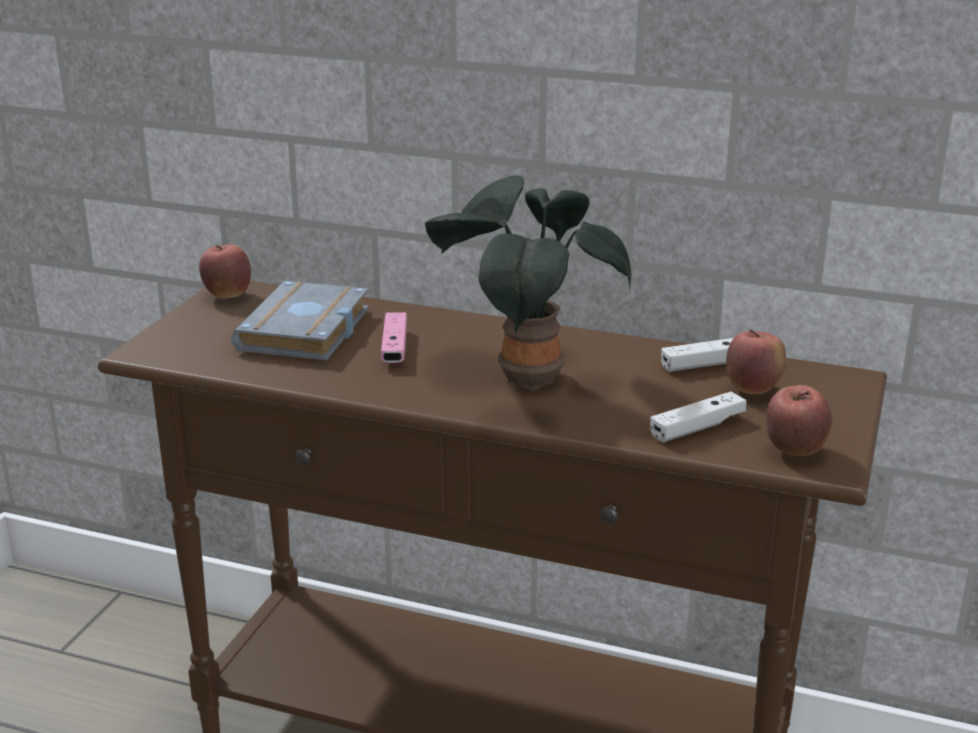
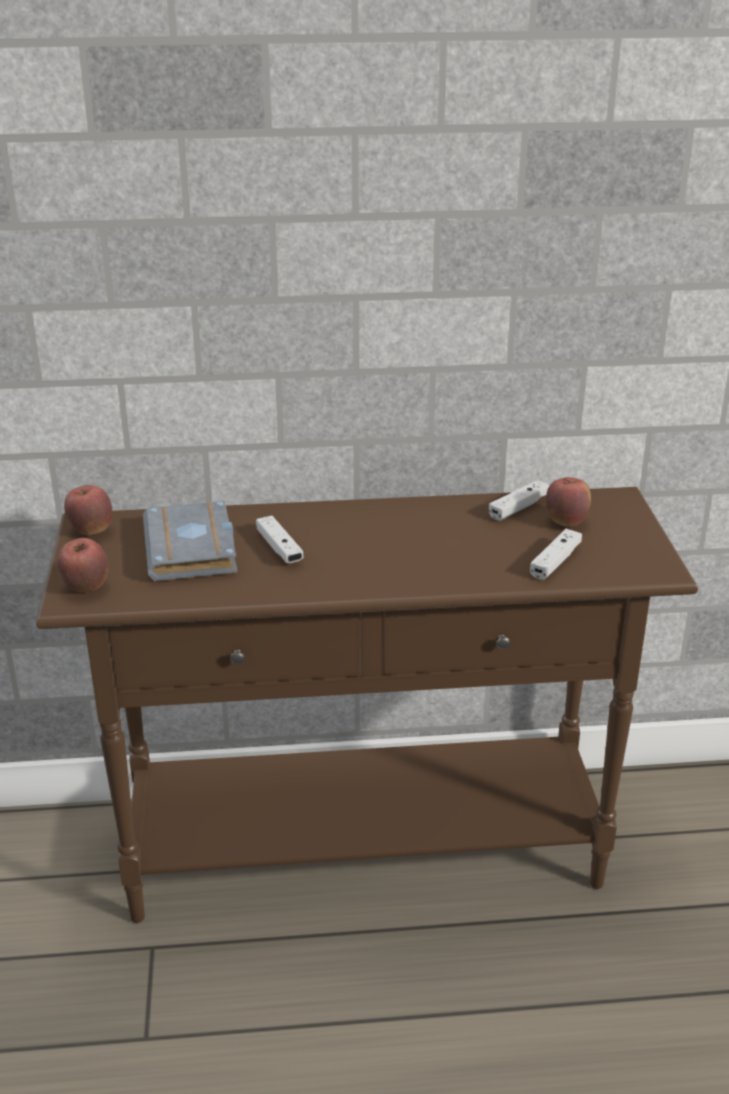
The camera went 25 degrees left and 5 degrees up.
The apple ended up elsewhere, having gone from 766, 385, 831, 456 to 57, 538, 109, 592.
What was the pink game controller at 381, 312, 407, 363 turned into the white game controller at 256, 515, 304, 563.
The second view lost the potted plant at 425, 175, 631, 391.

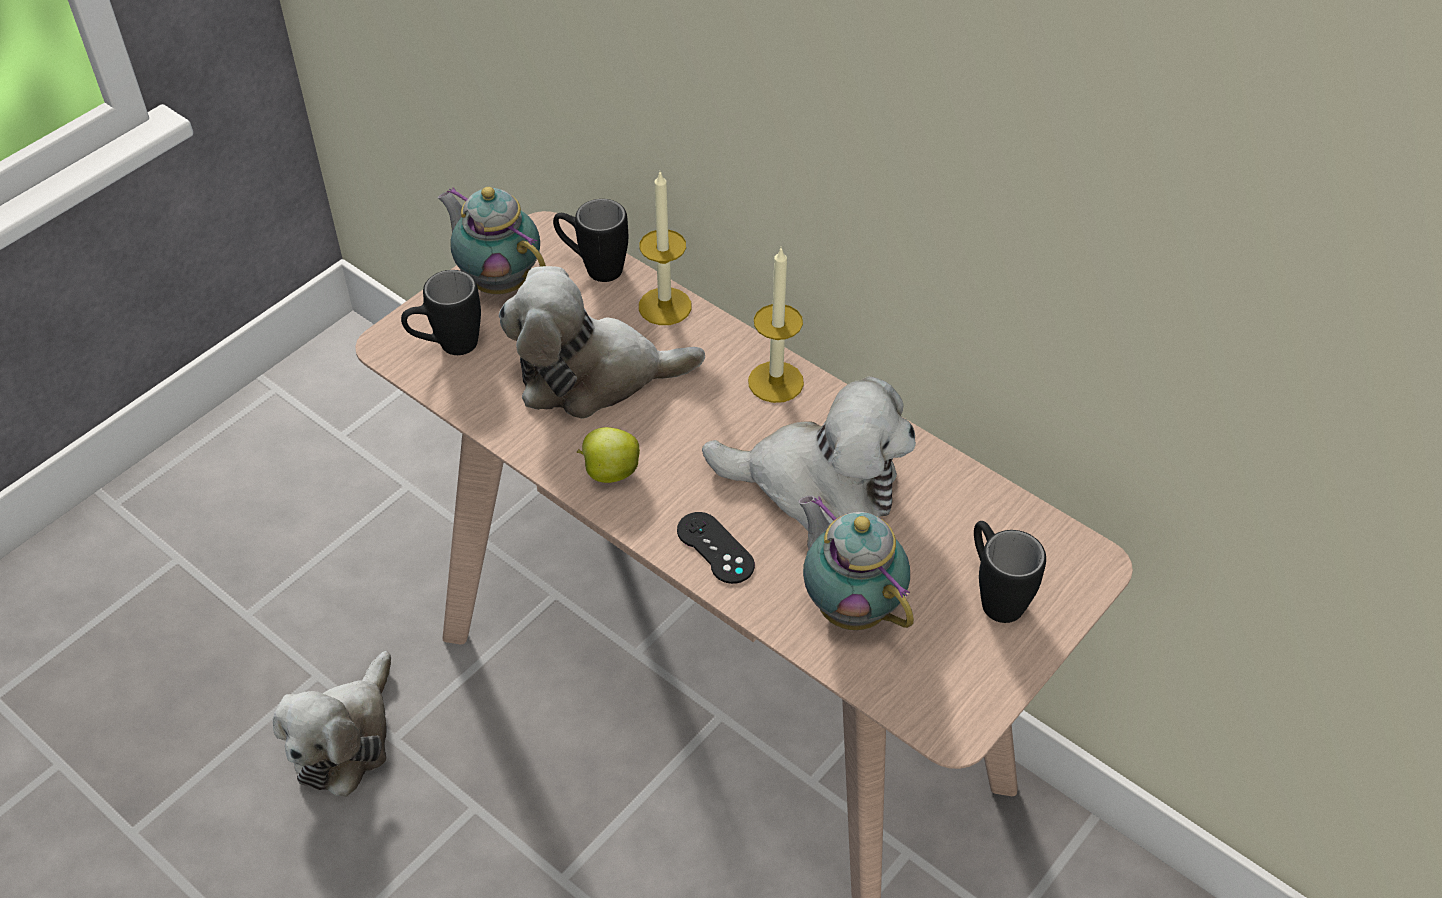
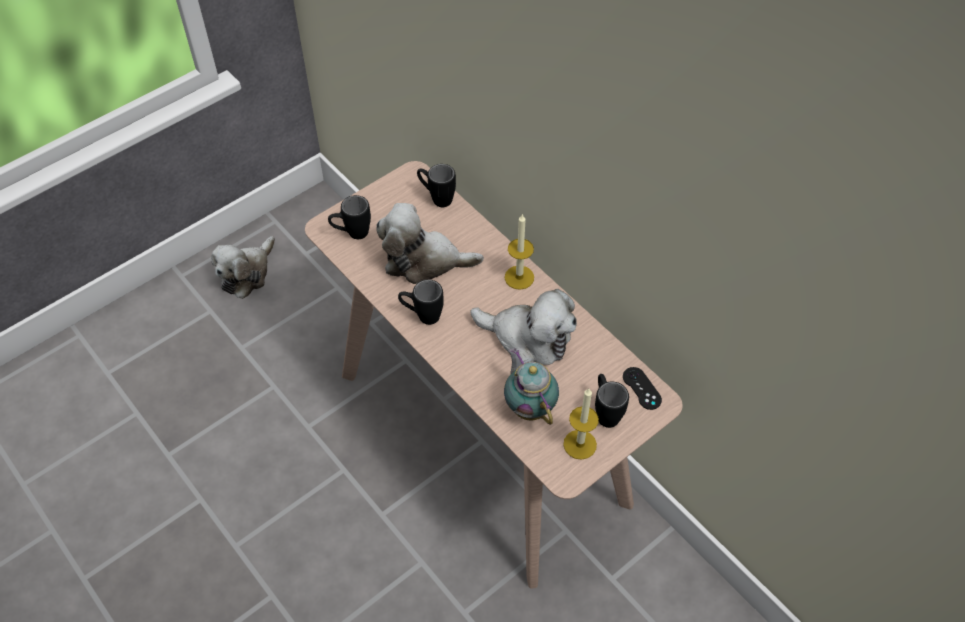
The camera went 10 degrees right and 5 degrees up.
The plush toy ended up elsewhere, having gone from 273, 651, 391, 797 to 211, 236, 275, 299.
Where the apple stood at 577, 427, 640, 483, the black mug came to stand at 398, 280, 444, 325.
The candle ended up elsewhere, having gone from 639, 172, 691, 325 to 563, 388, 599, 460.
The black game controller ended up elsewhere, having gone from 677, 512, 755, 584 to 623, 367, 662, 410.
The second view lost the teapot at 437, 187, 546, 294.

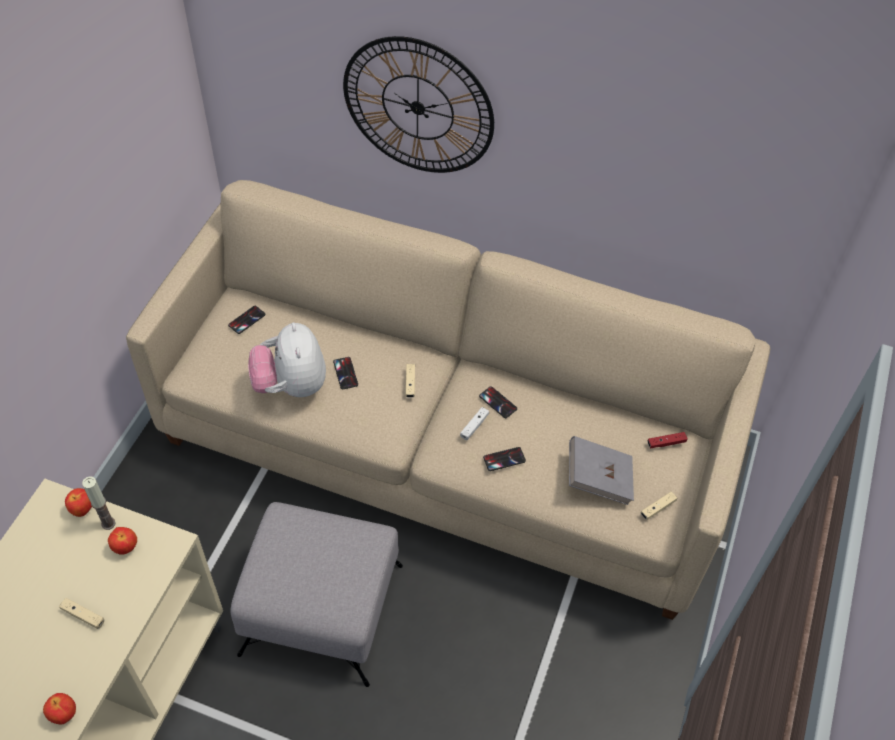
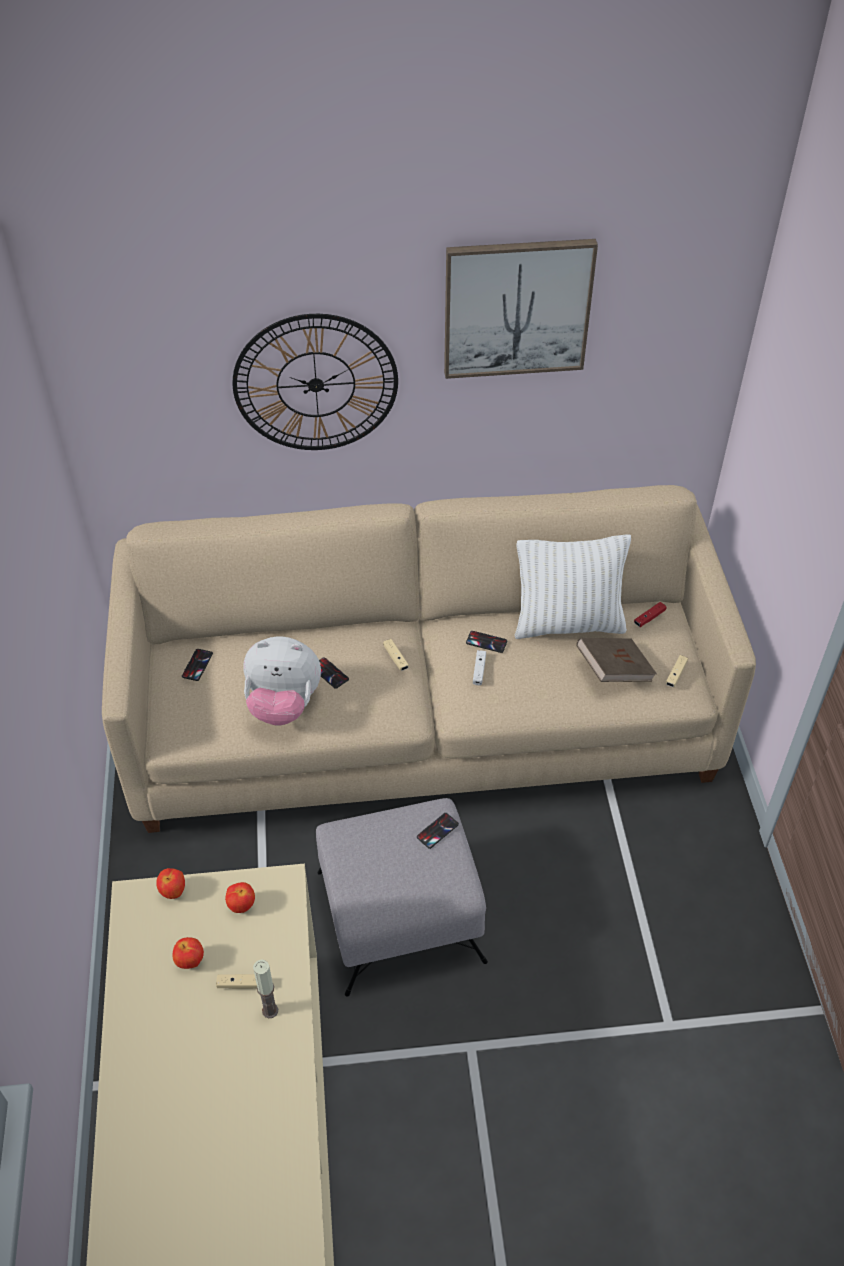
The camera went 25 degrees left and 5 degrees down.
The apple ended up elsewhere, having gone from 43, 693, 76, 724 to 173, 937, 204, 969.
The plush toy at 248, 322, 326, 397 ended up facing another way, 45 degrees counterclockwise from before.
The candle ended up elsewhere, having gone from 82, 476, 116, 530 to 253, 960, 278, 1018.
The phone ended up elsewhere, having gone from 483, 447, 526, 471 to 417, 813, 459, 849.
The second view gained the picture at 444, 239, 598, 379.
The second view gained the white pillow at 515, 534, 631, 639.
What was the grey book at 569, 436, 634, 505 turned into the brown book at 576, 638, 657, 682.

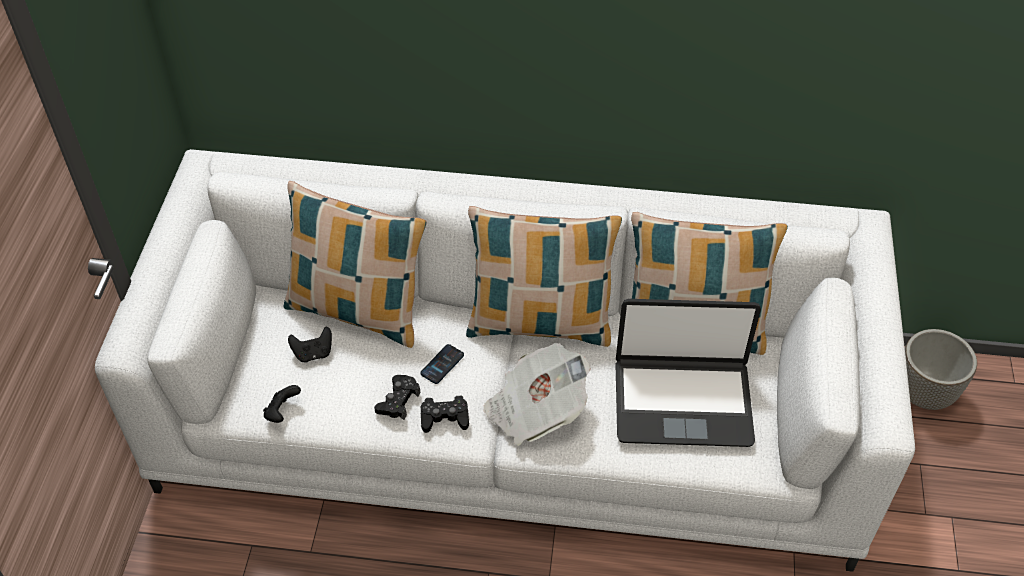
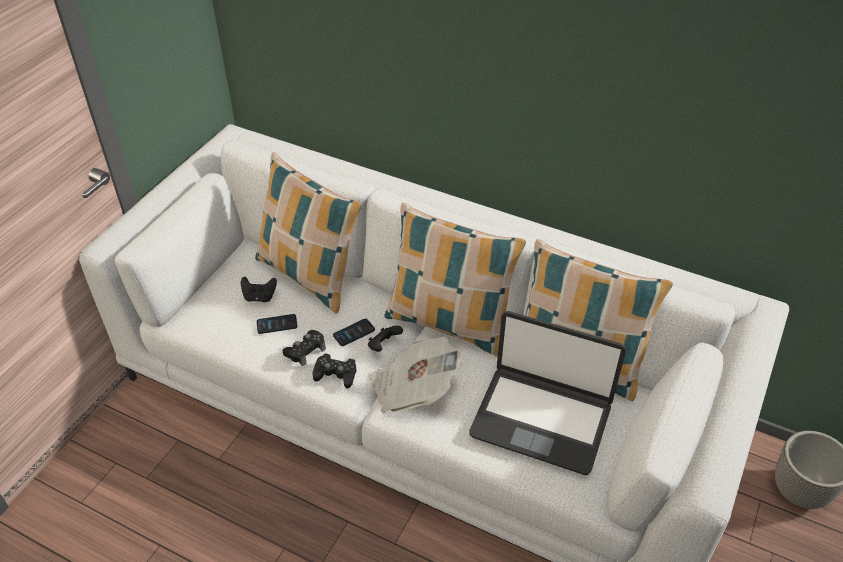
The camera went 20 degrees right and 5 degrees down.
The second view gained the phone at 257, 314, 298, 334.
The black game controller ended up elsewhere, having gone from 263, 385, 301, 423 to 368, 326, 403, 352.

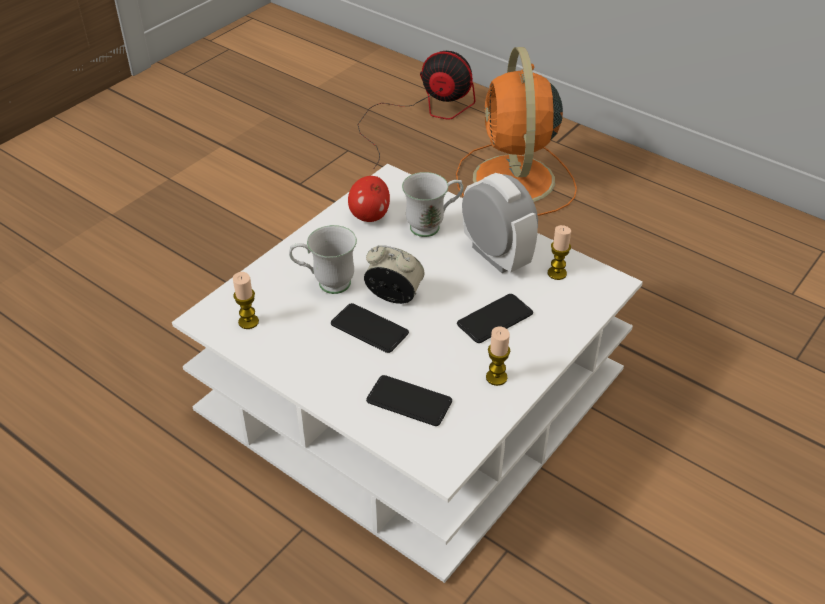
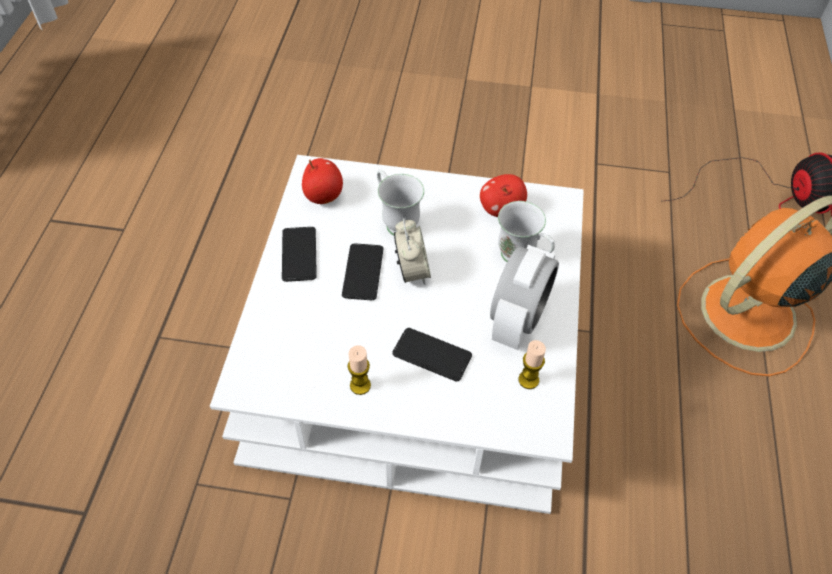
The camera went 60 degrees right and 10 degrees up.
The phone ended up elsewhere, having gone from 366, 375, 452, 426 to 282, 227, 317, 282.
Where the candle stood at 233, 272, 259, 329, the apple came to stand at 302, 158, 343, 204.

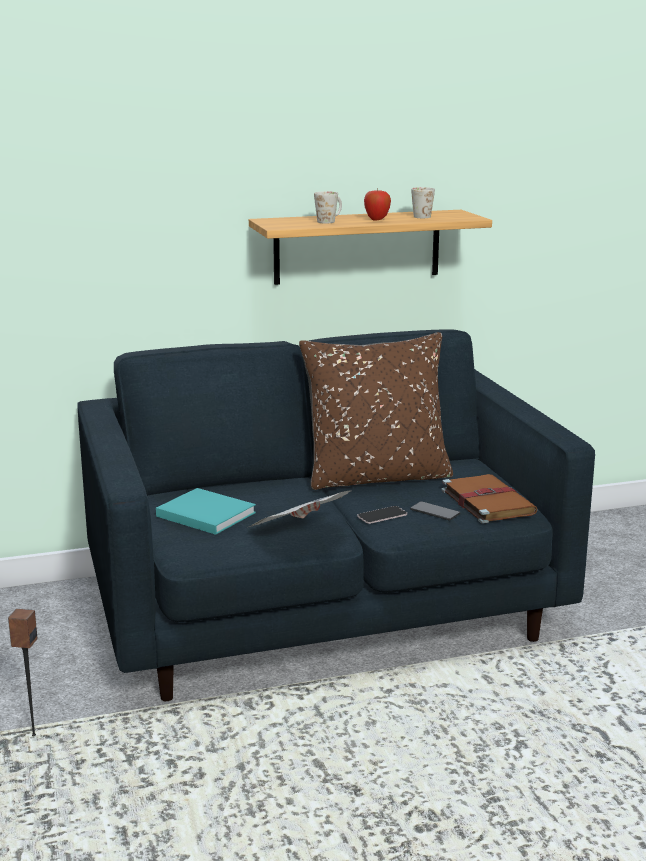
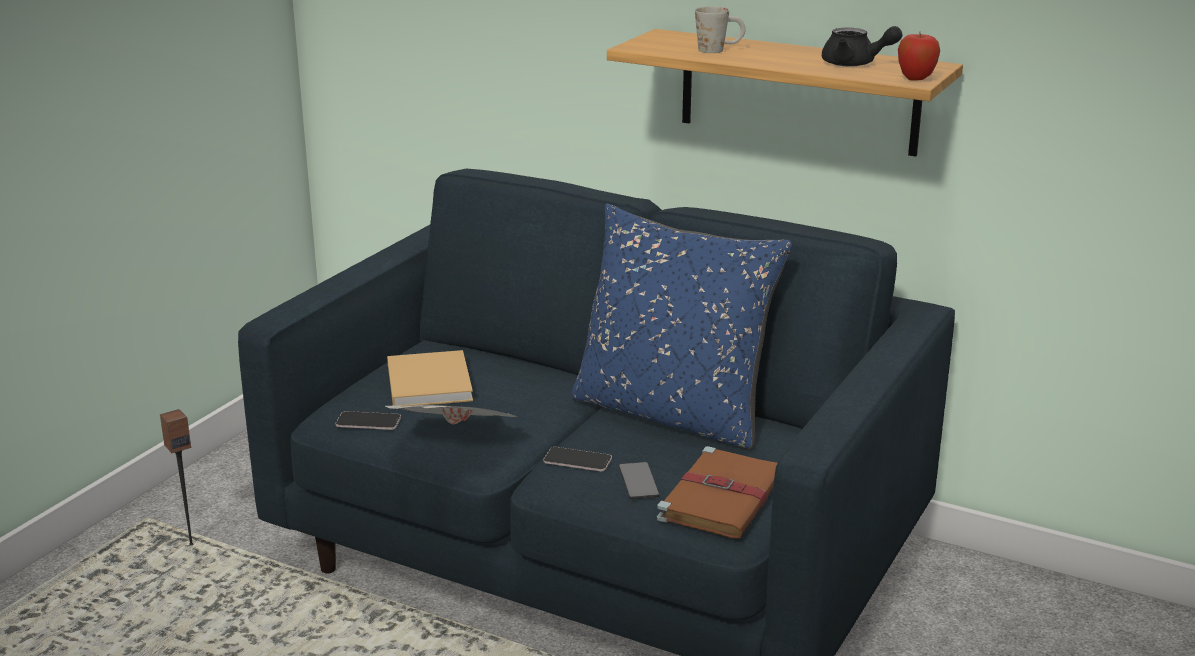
The camera went 45 degrees right and 5 degrees up.
The second view gained the phone at 335, 411, 401, 430.
What was the turquoise book at 156, 488, 256, 535 turned into the beige book at 387, 350, 473, 406.
What was the brown pillow at 299, 332, 453, 490 turned into the blue pillow at 571, 203, 792, 450.
Where the white mug stood at 411, 187, 435, 218, the black teapot came to stand at 822, 26, 902, 67.
The apple ended up elsewhere, having gone from 364, 188, 391, 221 to 898, 32, 940, 81.

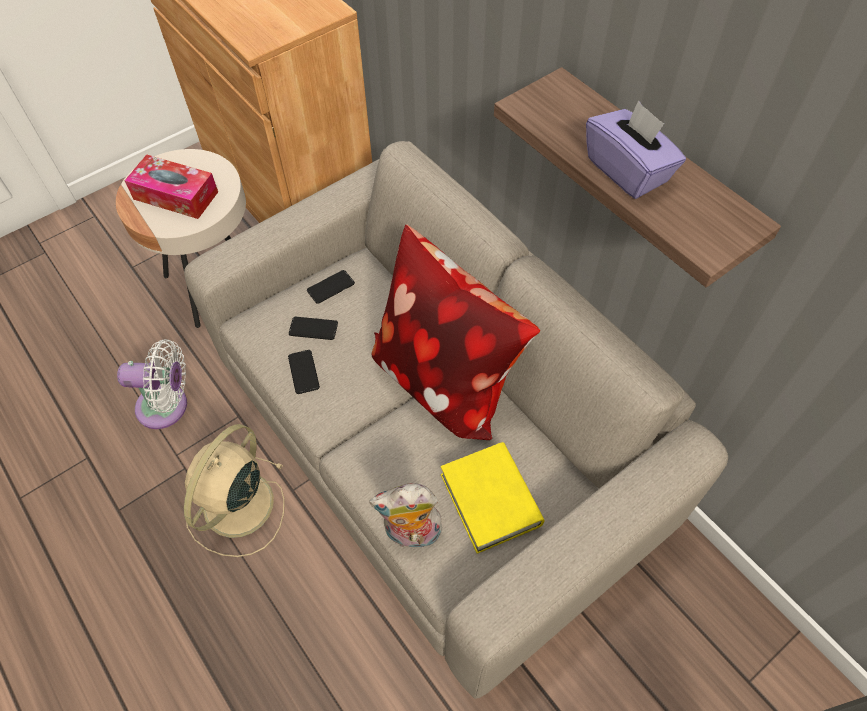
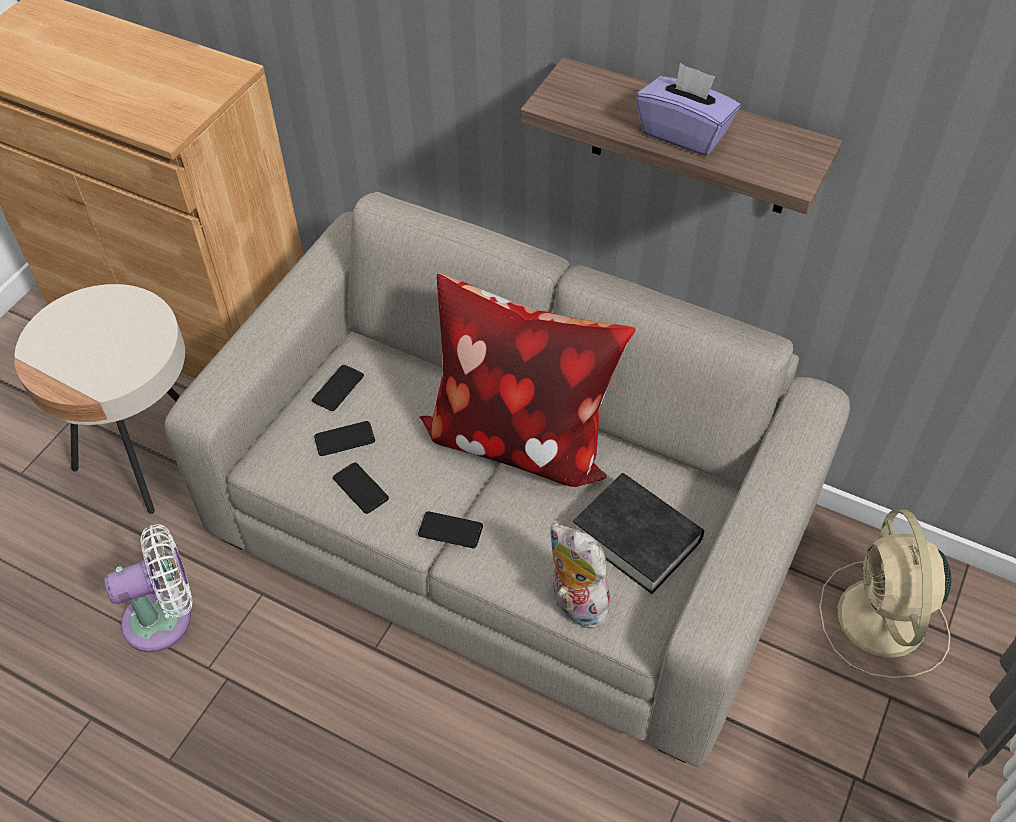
The camera went 25 degrees left and 5 degrees down.
The second view gained the phone at 418, 511, 483, 548.
The plush toy at 369, 483, 442, 548 ended up facing another way, 75 degrees clockwise from before.
What was the yellow book at 441, 442, 545, 554 turned into the black book at 573, 473, 704, 594.
The beige fan ended up elsewhere, having gone from 184, 424, 285, 557 to 819, 510, 951, 679.
The second view lost the tissue box at 125, 154, 218, 219.

